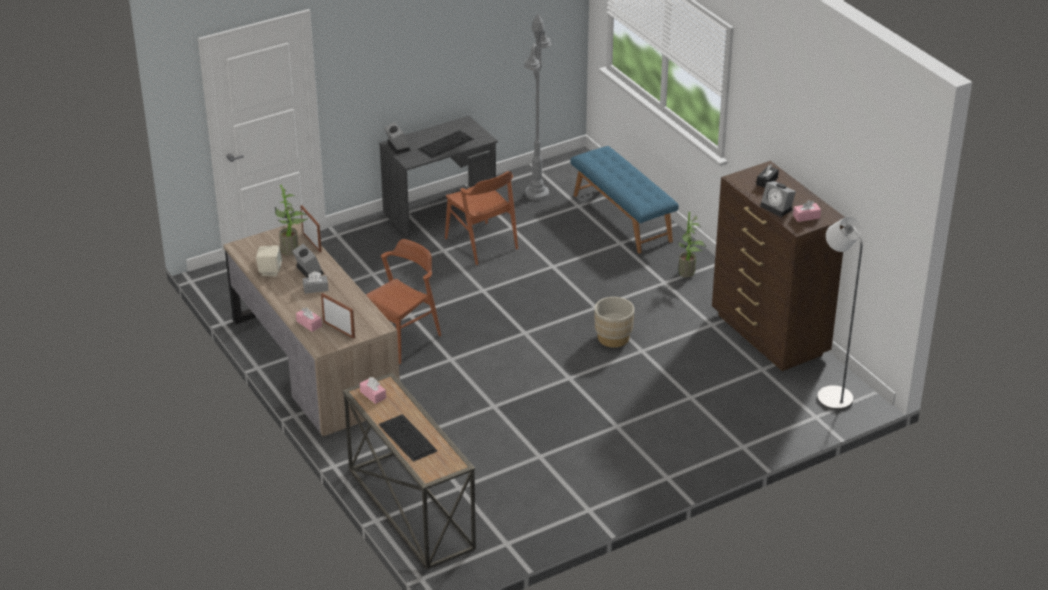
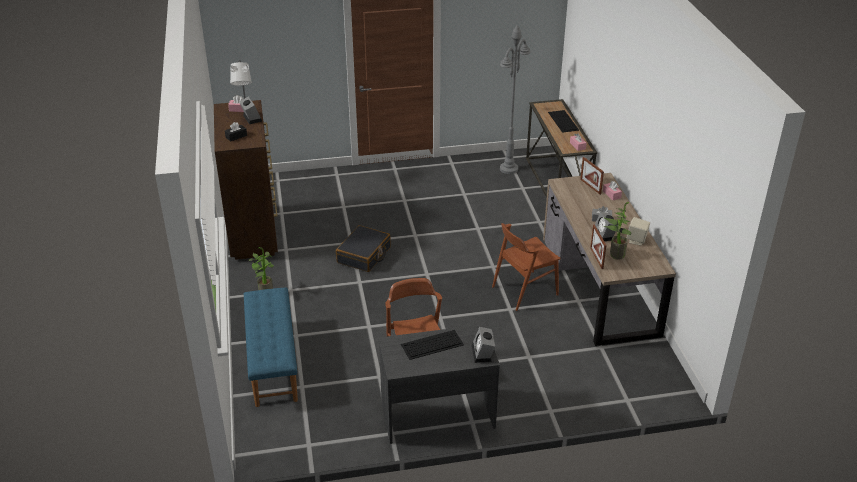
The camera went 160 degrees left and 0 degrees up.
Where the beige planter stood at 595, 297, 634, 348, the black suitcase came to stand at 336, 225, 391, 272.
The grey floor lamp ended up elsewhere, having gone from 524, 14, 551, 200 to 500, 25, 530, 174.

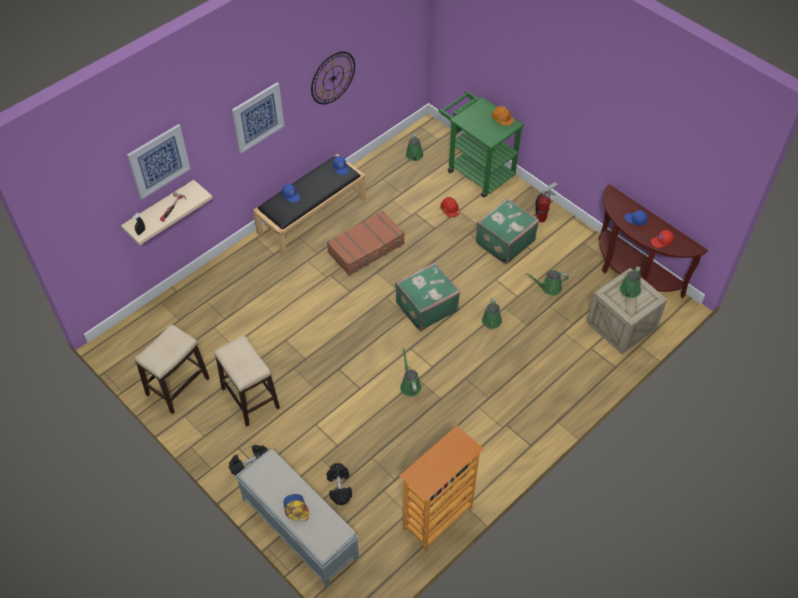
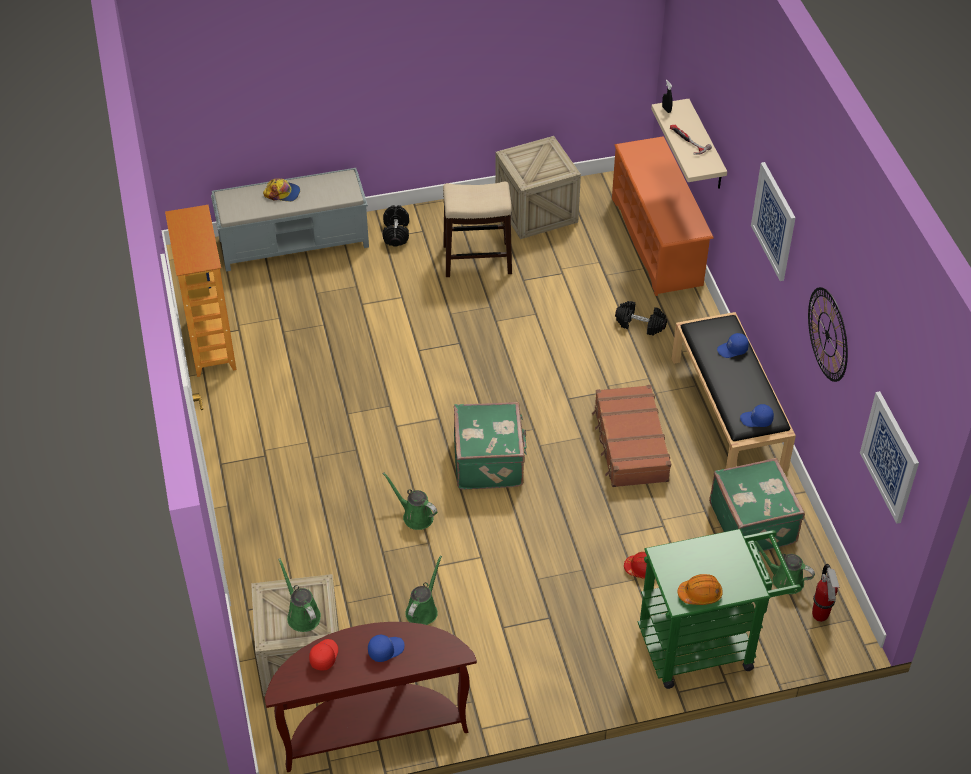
The camera went 120 degrees right and 5 degrees down.
Where the stool stood at 135, 325, 210, 414, the crate came to stand at 495, 136, 581, 239.
The second view gained the orange shoe rack at 612, 136, 714, 296.
The black dumbbell ended up elsewhere, having gone from 327, 463, 352, 505 to 615, 301, 667, 335.
The green suitcase ended up elsewhere, having gone from 476, 198, 539, 264 to 709, 458, 805, 552.
The fire extinguisher ended up elsewhere, having gone from 535, 182, 558, 222 to 812, 564, 840, 622.
The picture ended up elsewhere, having gone from 127, 124, 190, 199 to 860, 391, 919, 524.
The second view lost the green watering can at 400, 348, 421, 397.

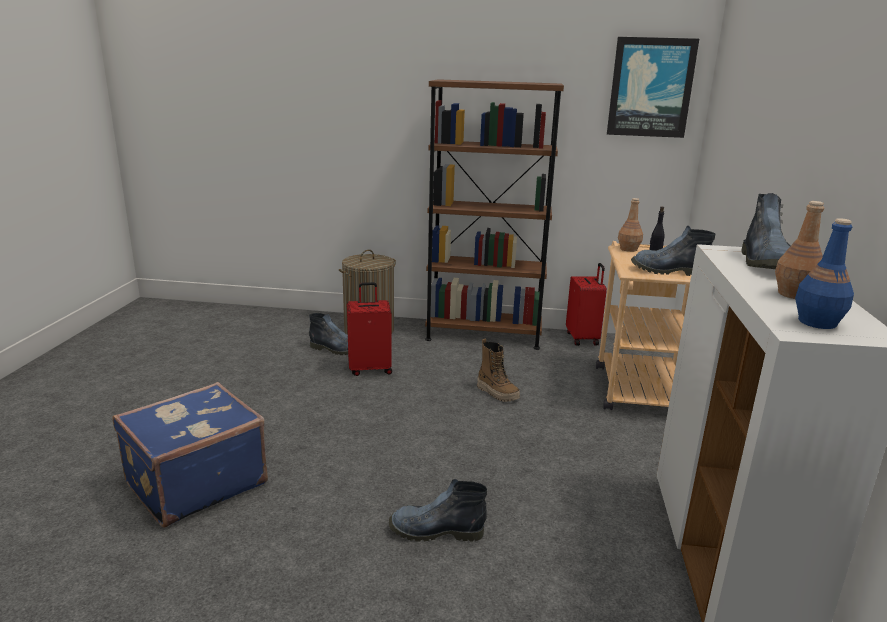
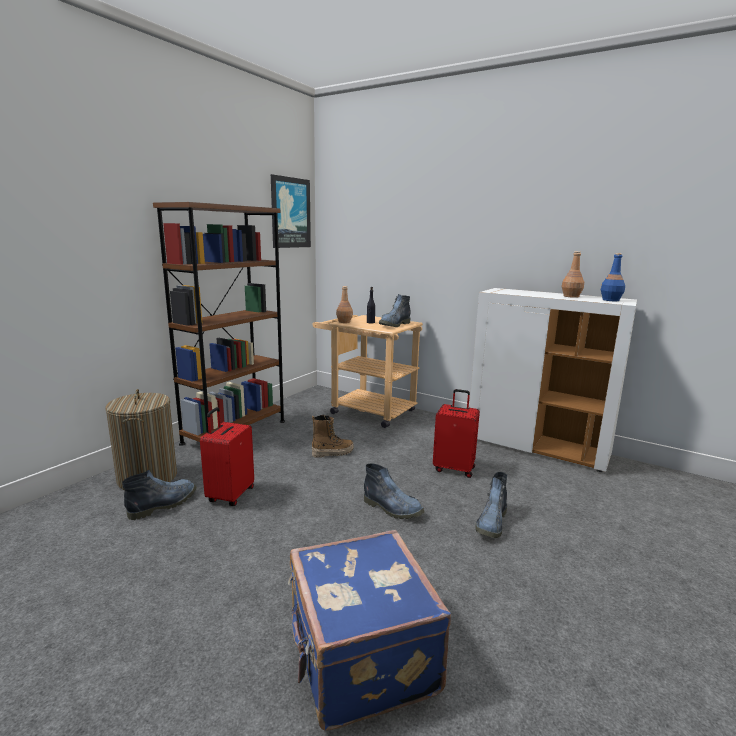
The camera went 65 degrees left and 5 degrees down.
The boot ended up elsewhere, having gone from 741, 193, 790, 269 to 364, 463, 424, 519.
The red suitcase ended up elsewhere, having gone from 566, 263, 607, 346 to 433, 389, 480, 478.

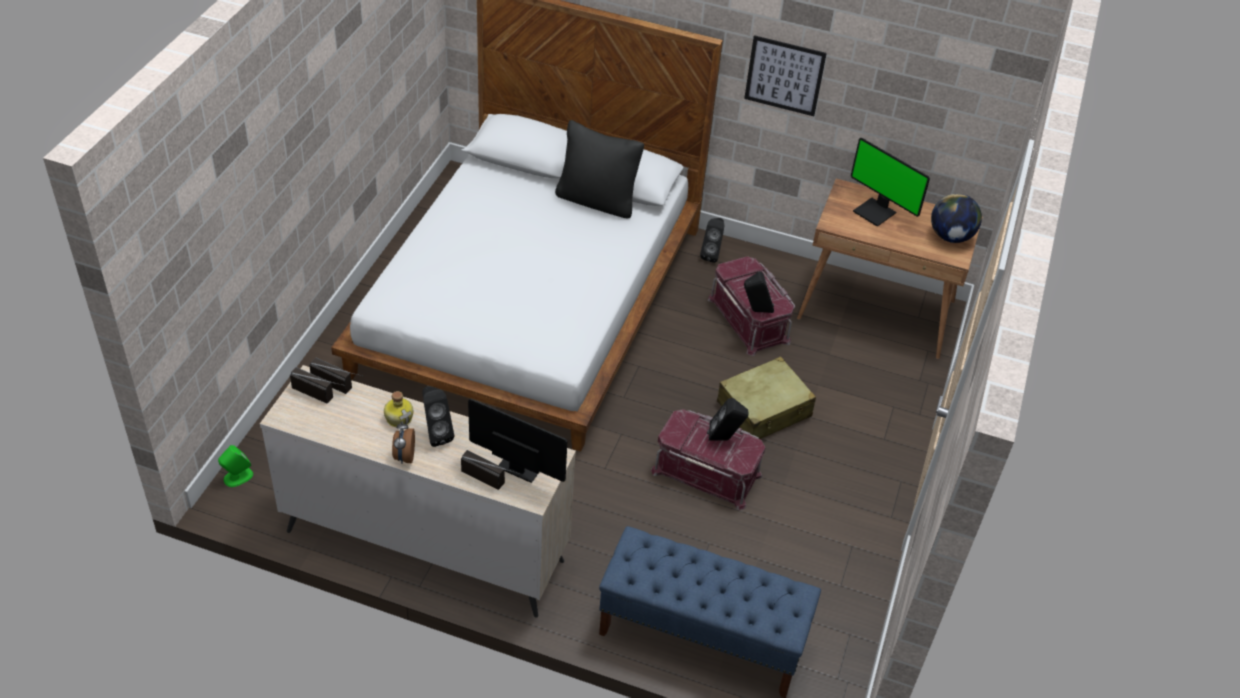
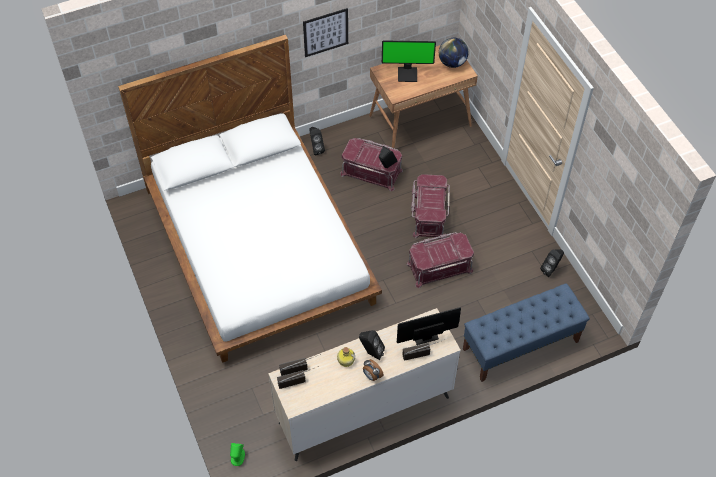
The camera went 40 degrees left and 10 degrees up.
Where the beige suitcase stood at 717, 356, 816, 439, the red storage box came to stand at 411, 174, 450, 238.
The black speaker ended up elsewhere, having gone from 707, 398, 748, 441 to 540, 249, 564, 277.
The second view lost the black pillow at 555, 120, 644, 218.

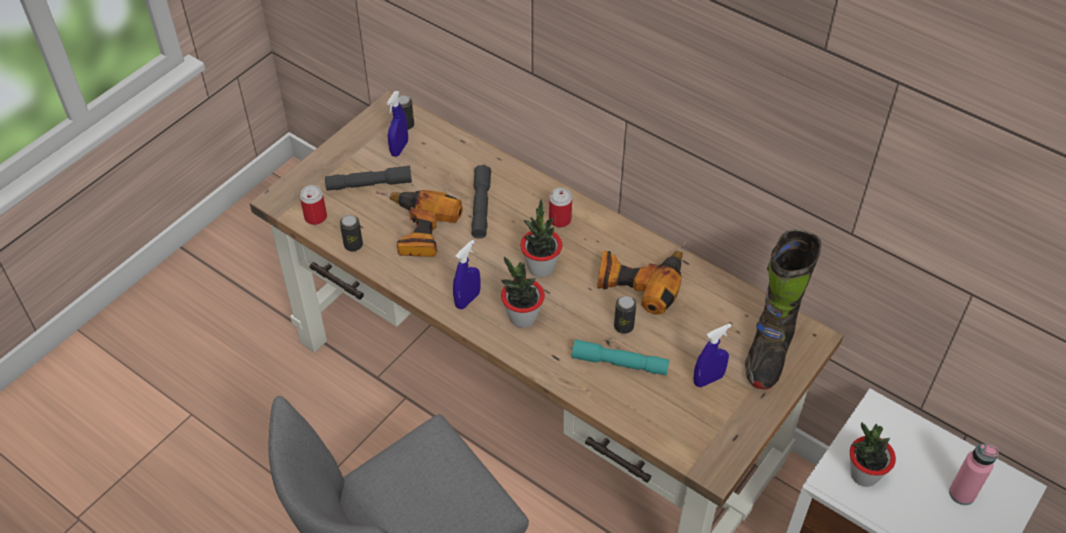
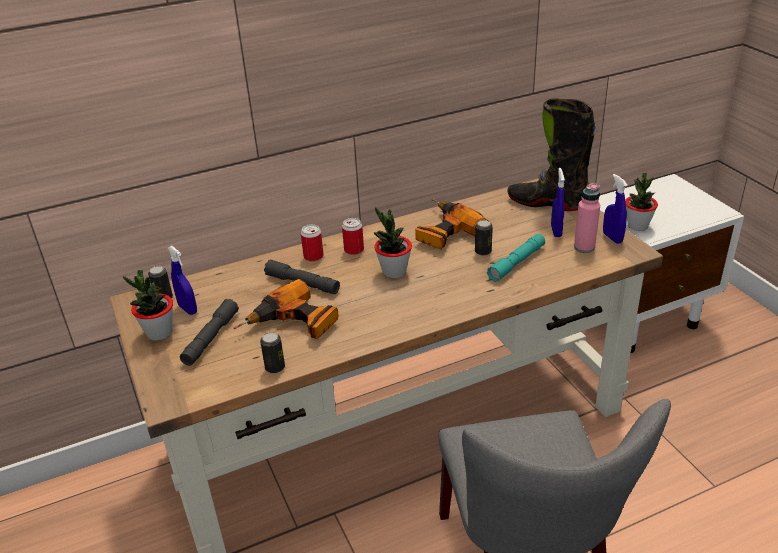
The camera went 60 degrees left and 15 degrees down.
The potted plant ended up elsewhere, having gone from 501, 257, 545, 328 to 123, 270, 173, 341.
The can ended up elsewhere, having gone from 300, 185, 327, 225 to 301, 224, 324, 262.
The black boot at 745, 229, 821, 389 ended up facing another way, 150 degrees clockwise from before.
The pink bottle ended up elsewhere, having gone from 949, 443, 999, 505 to 574, 183, 600, 253.
The blue spray bottle ended up elsewhere, having gone from 453, 240, 481, 309 to 603, 174, 628, 244.

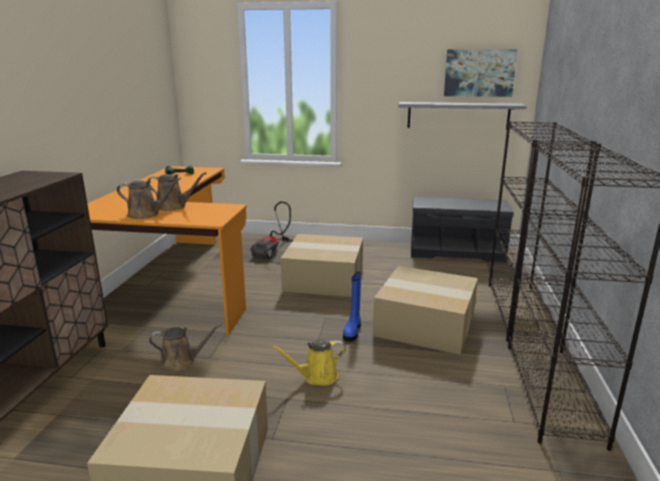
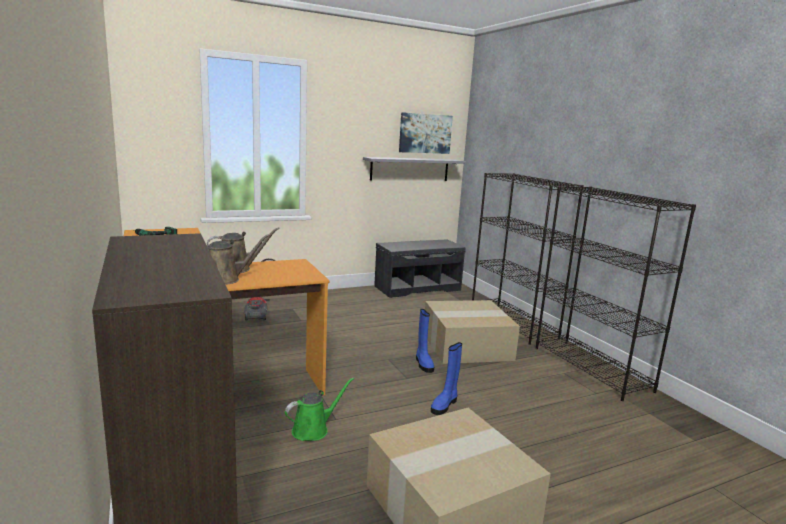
The camera went 35 degrees left and 5 degrees down.
What was the brown watering can at 149, 323, 222, 371 turned into the green watering can at 285, 378, 354, 441.
Where the yellow watering can stood at 271, 339, 346, 386, the blue boot came to stand at 431, 342, 462, 415.
The second view lost the cardboard box at 281, 234, 363, 297.

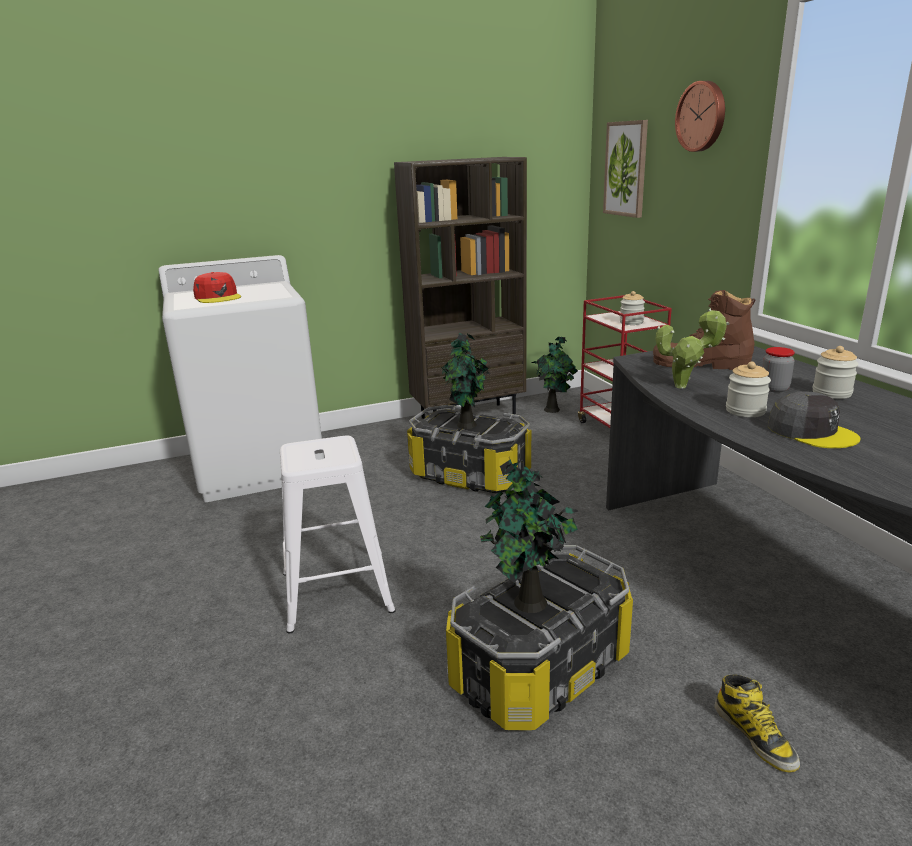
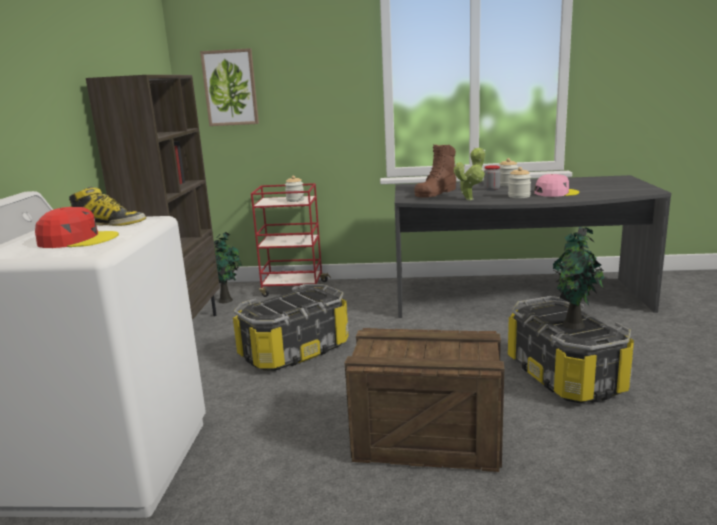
The camera went 65 degrees left and 5 degrees down.
The boot ended up elsewhere, having gone from 715, 674, 800, 773 to 69, 187, 146, 226.
Where the white stool stood at 280, 436, 395, 634, the crate came to stand at 344, 328, 505, 472.
What was the grey cap at 768, 391, 861, 448 turned into the pink cap at 534, 174, 579, 197.
The second view lost the potted plant at 441, 333, 491, 429.
The second view lost the wall clock at 675, 81, 725, 152.

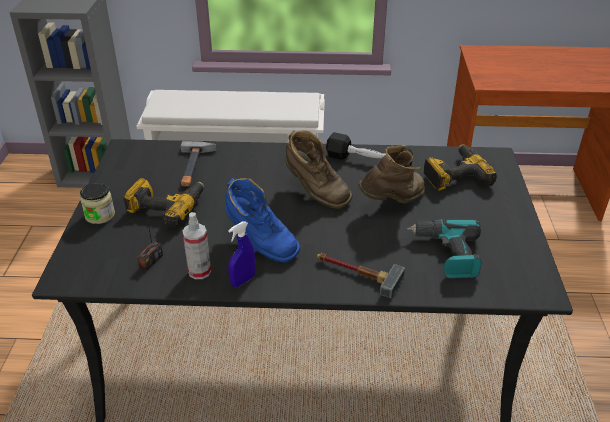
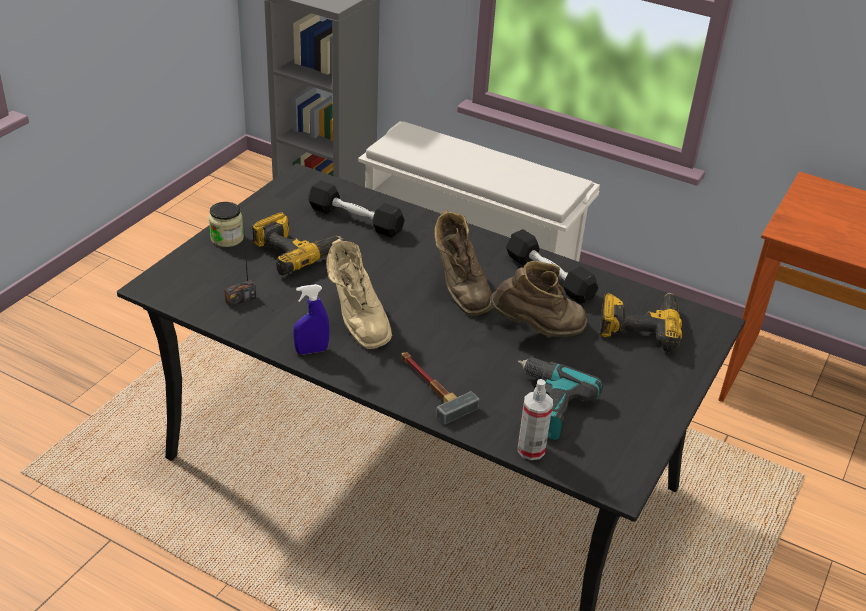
The camera went 25 degrees right and 0 degrees up.
Where the hammer stood at 181, 141, 217, 186, the black dumbbell came to stand at 308, 180, 405, 237.
What was the blue boot at 225, 178, 300, 263 turned into the beige boot at 326, 238, 392, 349.
The spray bottle ended up elsewhere, having gone from 182, 212, 211, 279 to 518, 379, 553, 460.

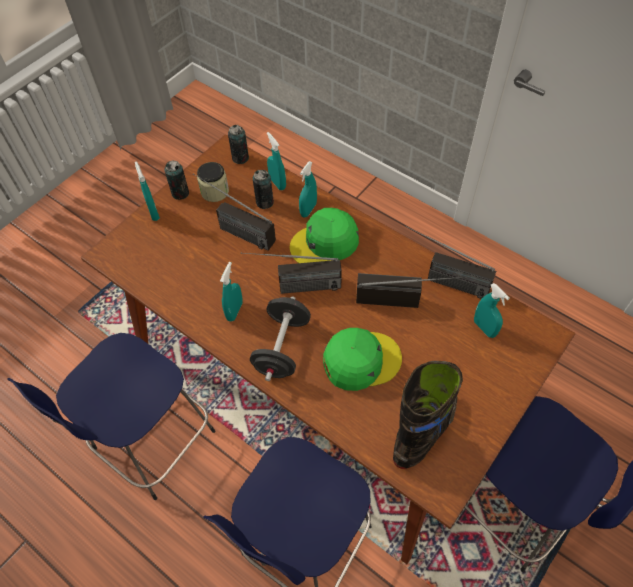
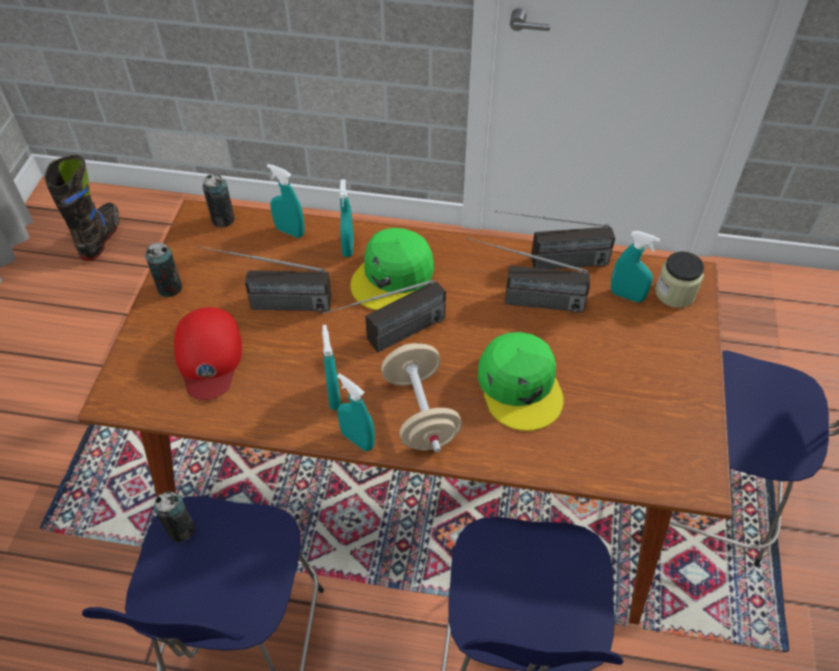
The camera went 30 degrees left and 5 degrees down.
The black boot ended up elsewhere, having gone from 393, 361, 463, 469 to 44, 155, 119, 261.
The can ended up elsewhere, having gone from 253, 170, 274, 209 to 154, 491, 194, 542.
The second view gained the red cap at 174, 307, 242, 400.
The turquoise spray bottle ended up elsewhere, having gone from 135, 162, 160, 221 to 337, 373, 375, 451.
What was the black dumbbell at 250, 297, 311, 381 turned into the beige dumbbell at 381, 343, 462, 453.
The radio at 356, 273, 462, 308 ended up facing another way, 150 degrees counterclockwise from before.
The green cap at 323, 328, 402, 391 ended up facing another way, 120 degrees clockwise from before.
The jar ended up elsewhere, having gone from 197, 162, 229, 202 to 655, 251, 704, 308.

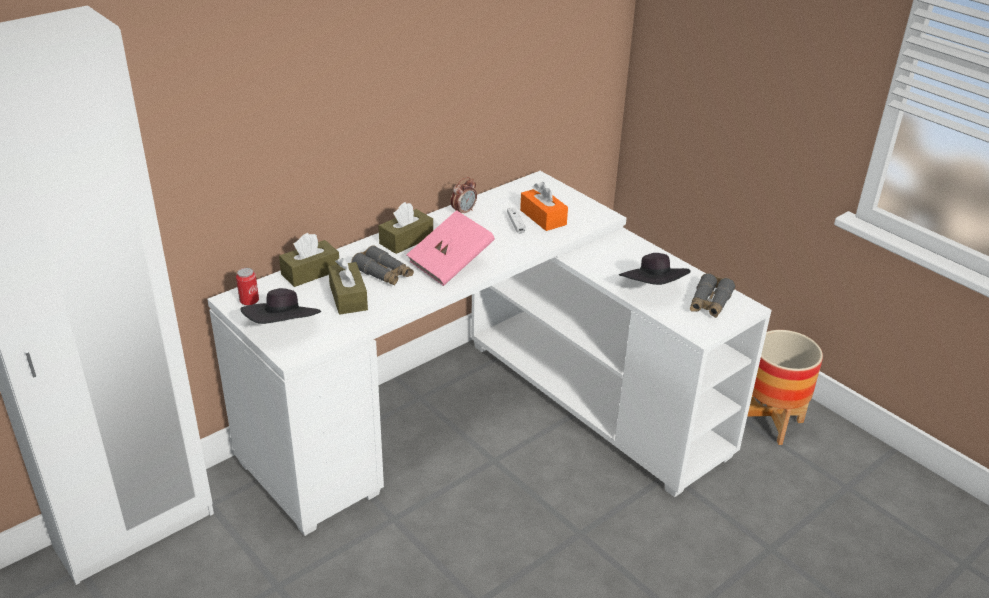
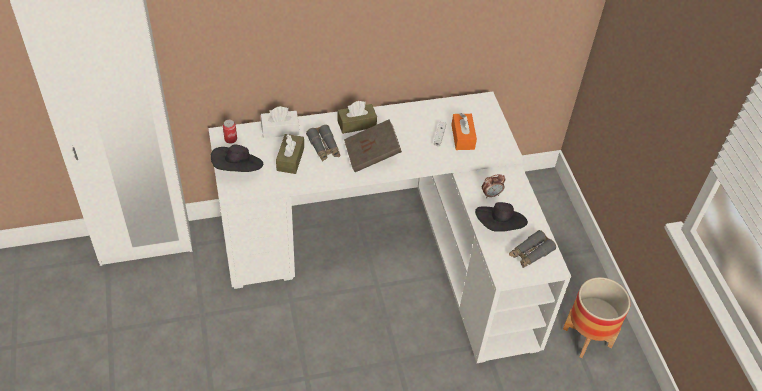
The camera went 25 degrees right and 15 degrees up.
What was the brown tissue box at 279, 233, 339, 287 turned into the white tissue box at 261, 106, 299, 138.
What was the pink book at 406, 210, 495, 286 turned into the brown book at 344, 119, 402, 172.
The alarm clock ended up elsewhere, having gone from 450, 177, 477, 213 to 482, 174, 505, 198.

